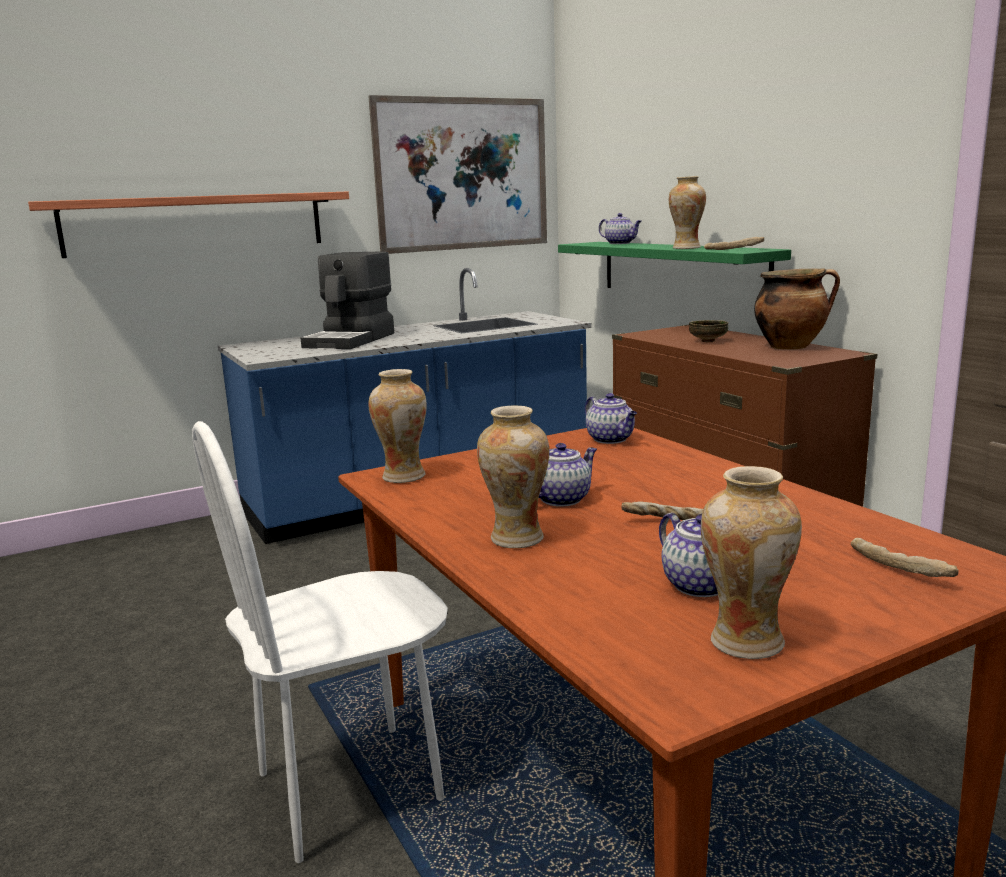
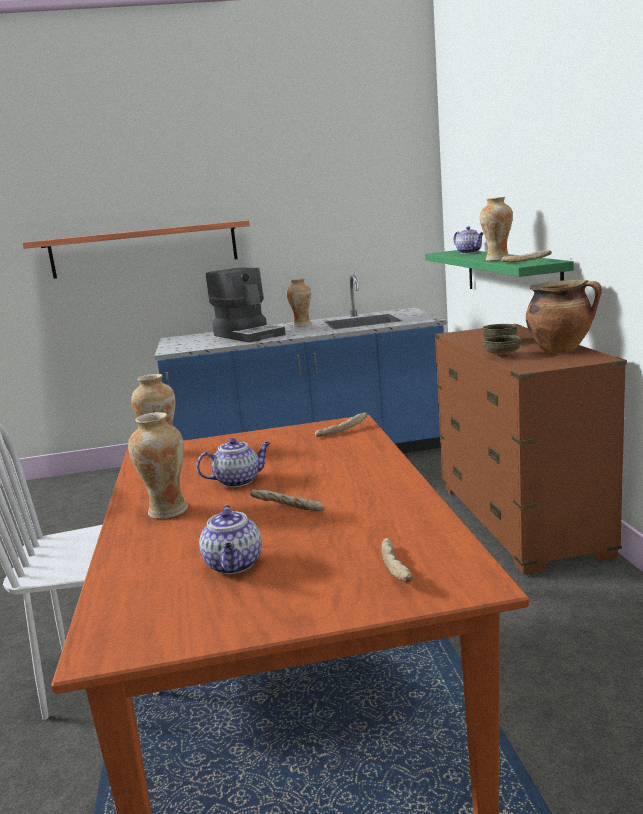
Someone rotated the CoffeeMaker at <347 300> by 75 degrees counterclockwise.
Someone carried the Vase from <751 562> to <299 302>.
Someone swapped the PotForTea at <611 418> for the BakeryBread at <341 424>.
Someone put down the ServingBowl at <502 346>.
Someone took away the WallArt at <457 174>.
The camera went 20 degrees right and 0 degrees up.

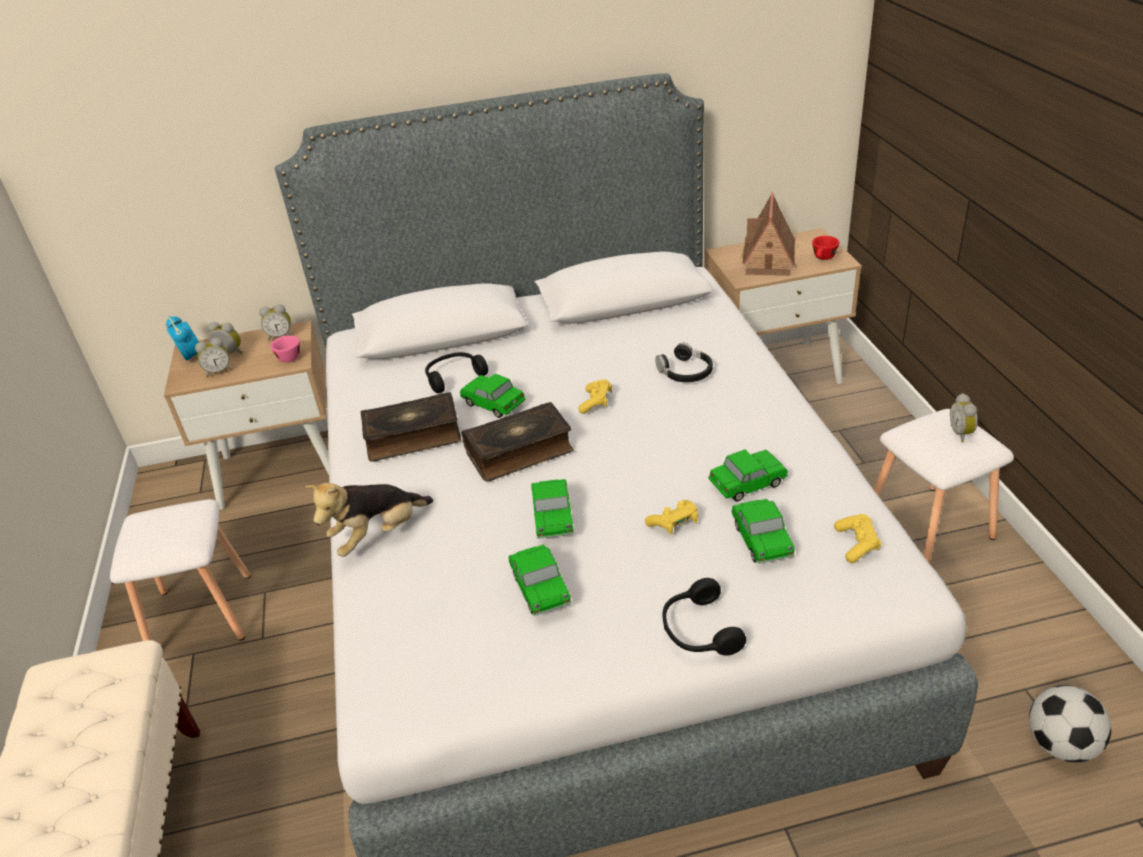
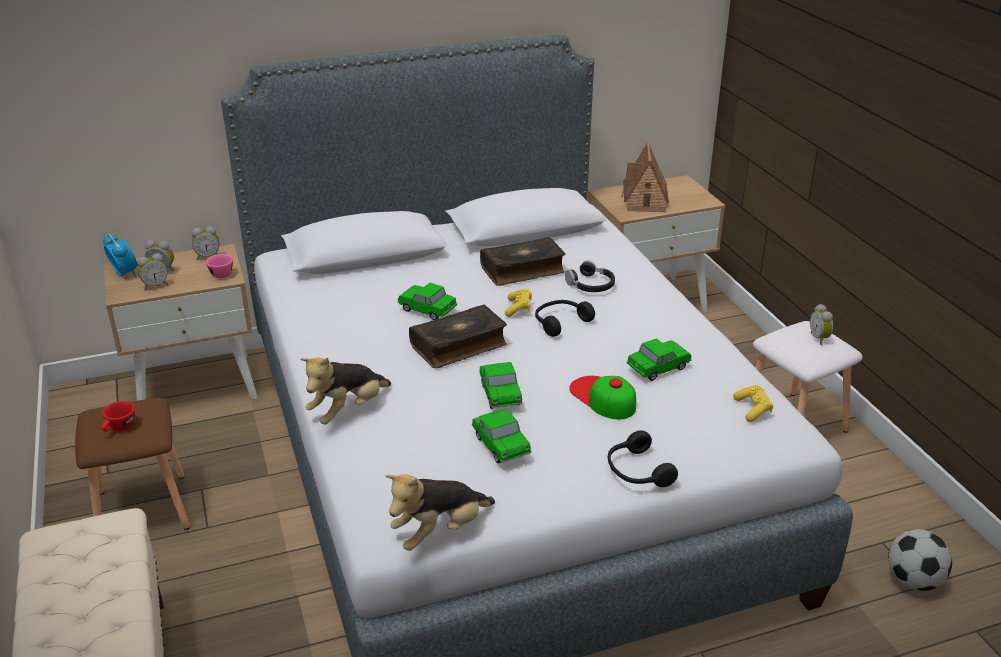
Someone repainted the WhitishStoolSeat at <180 570>, which became the BrownColouredStoolSeat at <132 464>.
Someone carried the RedColouredDrinkingCup from <825 248> to <118 416>.
Someone put down the SoftToy at <440 512>.
Someone carried the Volume from <410 427> to <522 261>.
Someone carried the BlackColouredPairOfHeadphones from <456 372> to <565 318>.
Someone swapped the YellowGamepad at <671 517> for the PeakedCap at <602 397>.
Someone took away the ModelCar at <763 531>.
The camera went 10 degrees left and 5 degrees down.

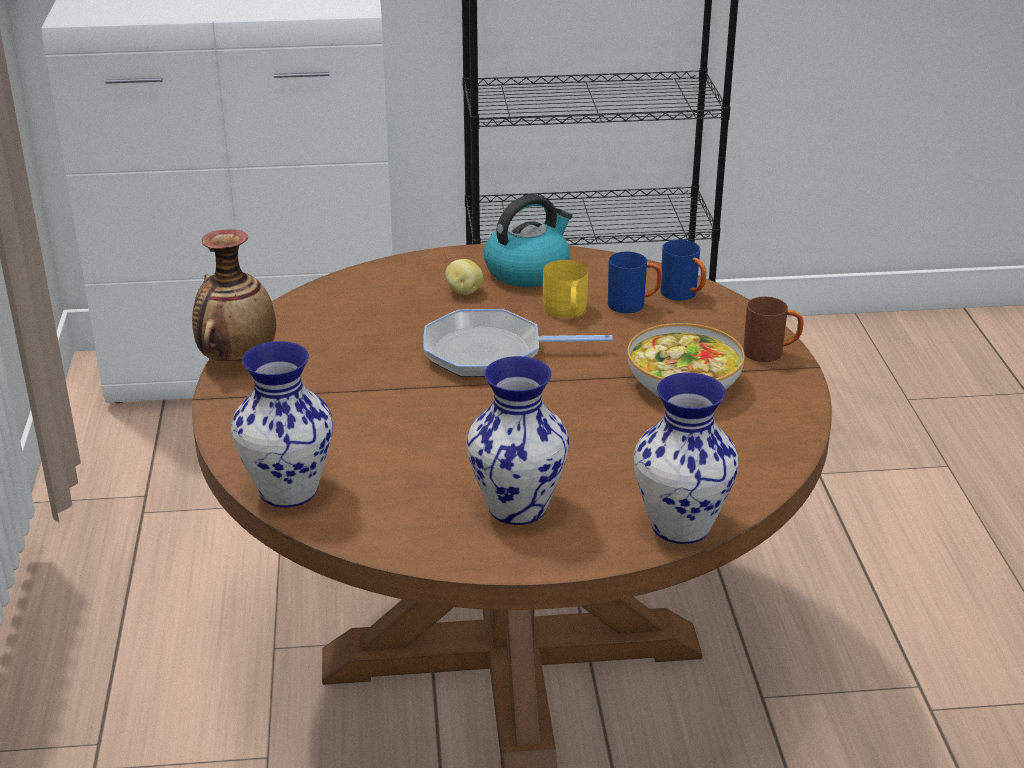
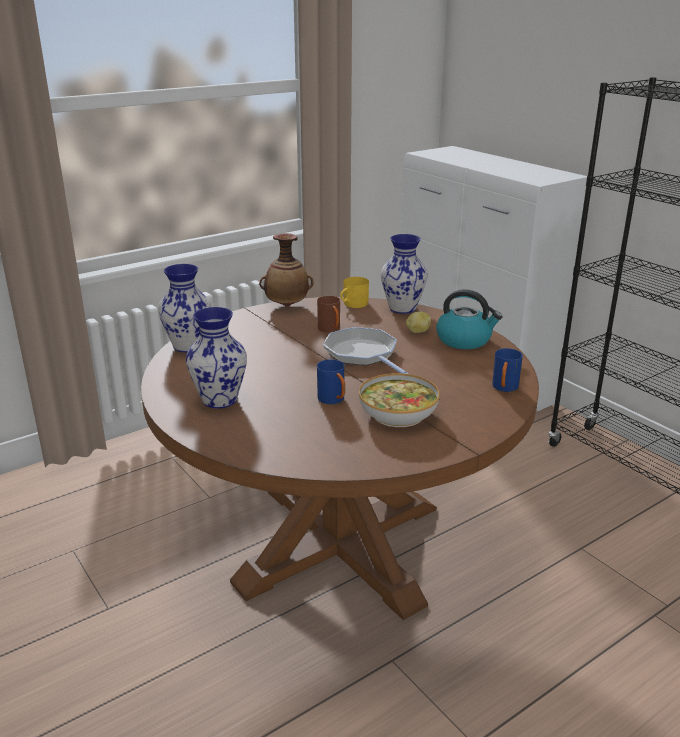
Someone carried the BrownColouredTeaMug from <773 329> to <328 314>.
Someone carried the BluishTeaMug from <635 282> to <331 381>.
Someone carried the YellowTeaMug from <565 289> to <354 292>.
Someone carried the Vase from <686 458> to <404 274>.
The camera went 60 degrees right and 5 degrees down.

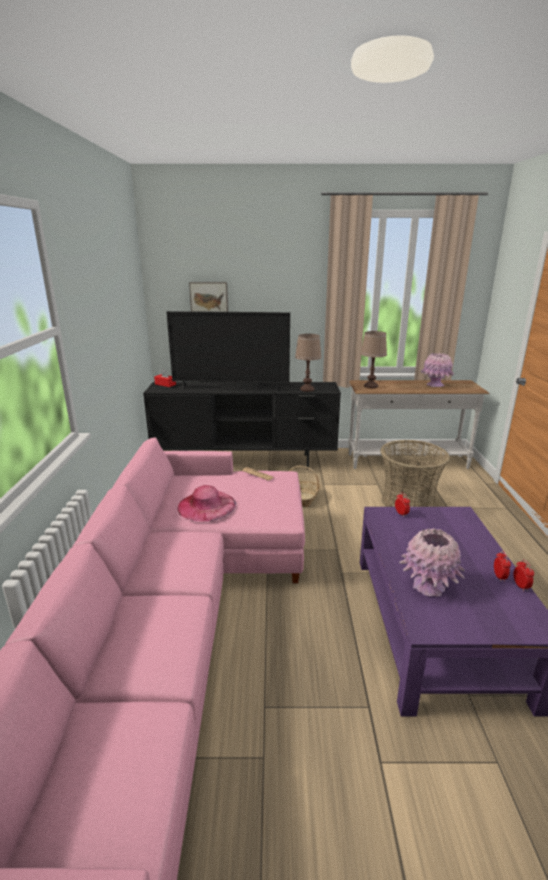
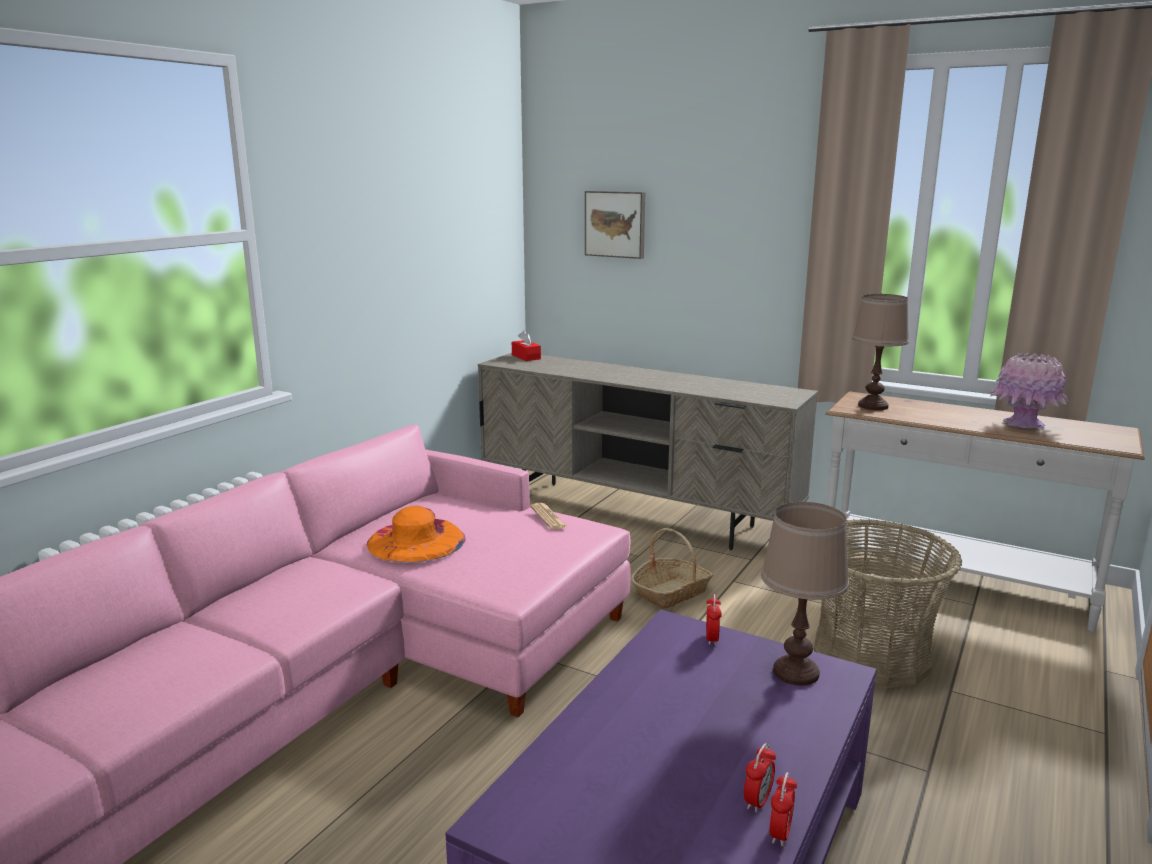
Someone repainted the PinkColouredWearableHat at <207 503>, which became the OrangeColouredWearableHat at <416 534>.
Someone repainted the BlackColouredTvStand at <242 426>, which became the SandColouredTvStand at <648 451>.
Someone carried the BrownColouredLampForATable from <308 363> to <805 594>.
Someone took away the TvSet at <228 351>.
Someone took away the PinkColouredVase at <432 562>.
The camera went 30 degrees right and 5 degrees down.

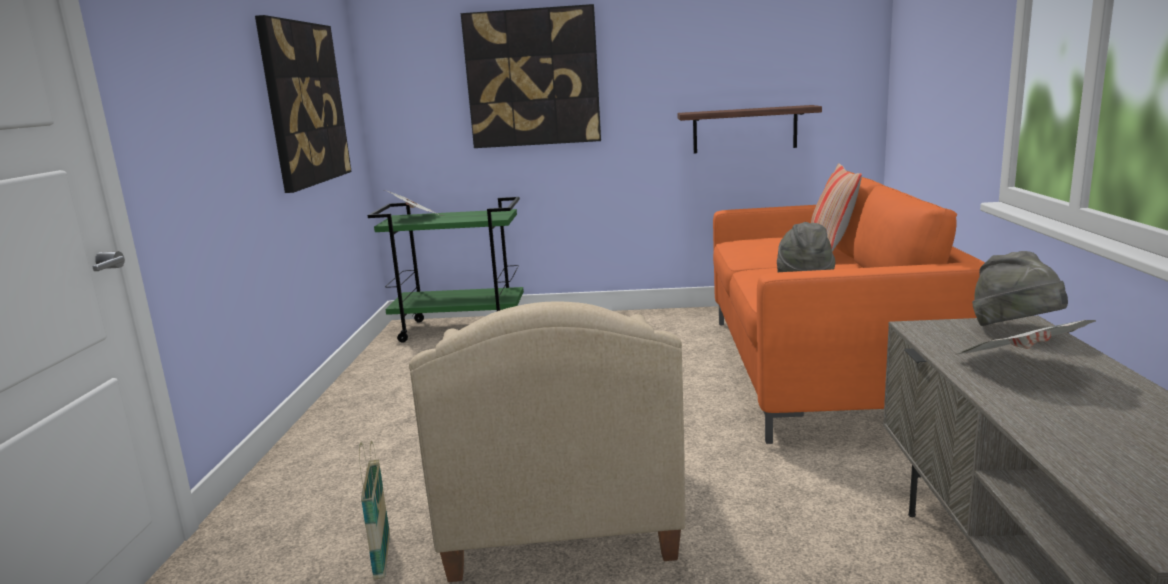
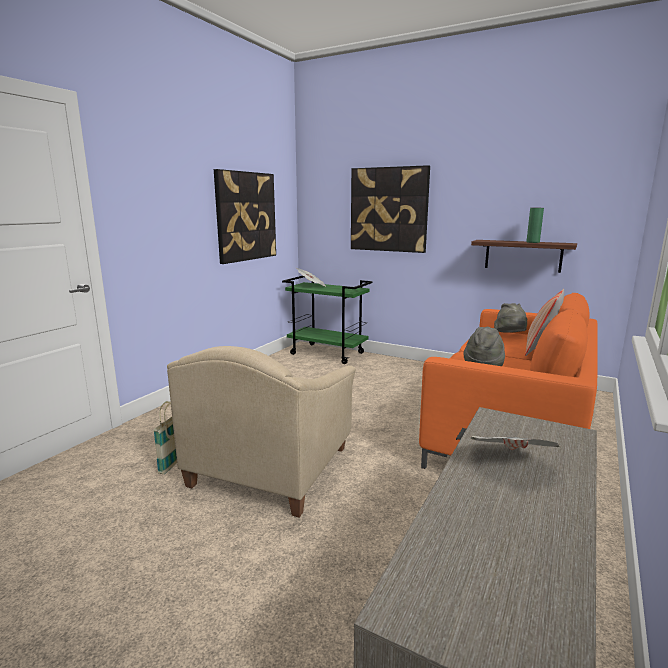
Someone carried the GreyWearableHat from <1020 288> to <510 318>.
Someone put down the GreenishVase at <535 225>.
The camera went 25 degrees right and 0 degrees up.

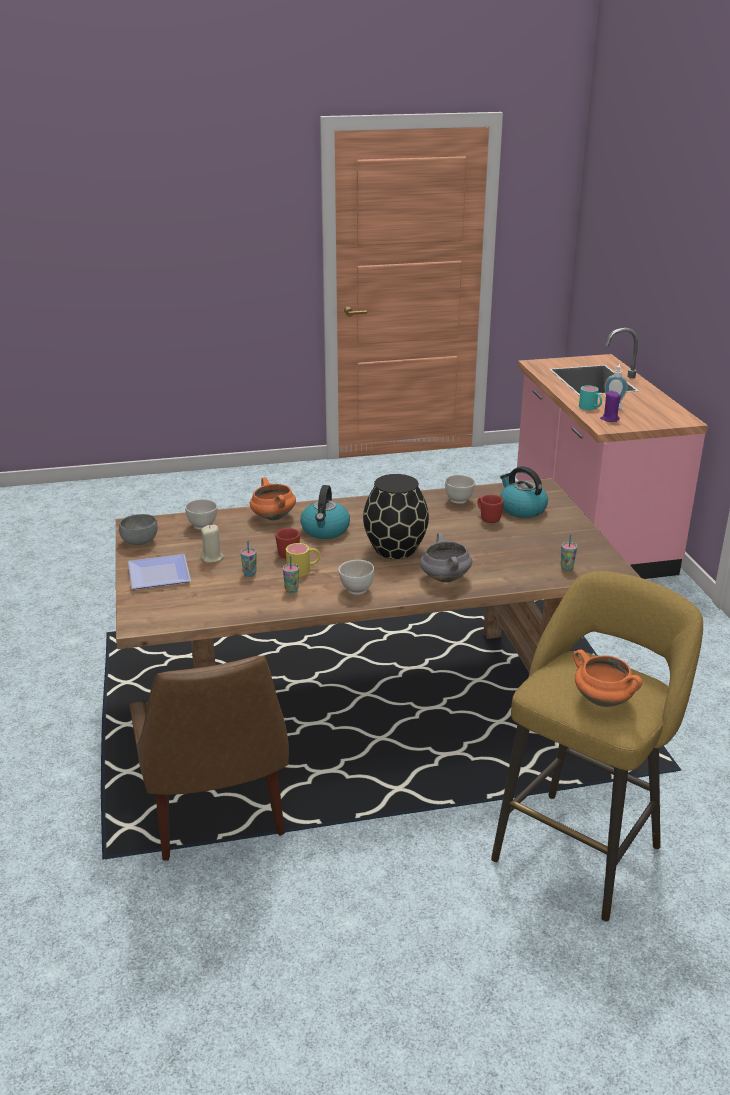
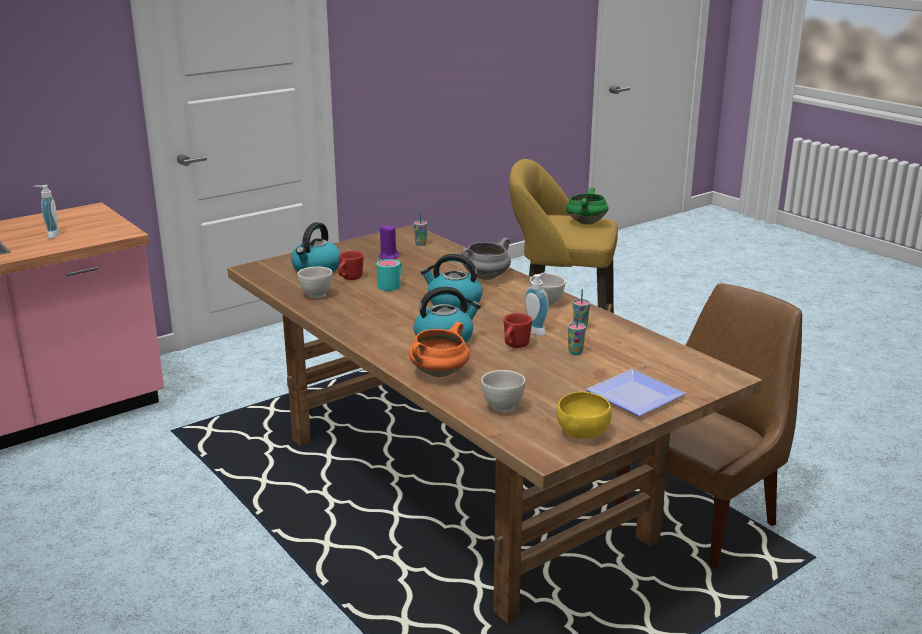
Someone carried the TurquoiseTeaMug from <590 398> to <389 275>.
Someone carried the PurpleColouredWaxCandle from <610 406> to <389 242>.
Someone swapped the BlackColouredVase at <396 516> for the TeaKettle at <452 281>.
Someone swapped the YellowTeaMug at <303 560> for the LiquidSoapBottle at <536 304>.
Someone repainted the GreyServingBowl at <138 529>, which became the YellowServingBowl at <584 415>.
Someone repainted the OrangeColouredStockpot at <607 678>, which became the GreenishStockpot at <587 206>.
Someone took away the SandColouredWaxCandle at <212 543>.
The camera went 115 degrees left and 5 degrees down.

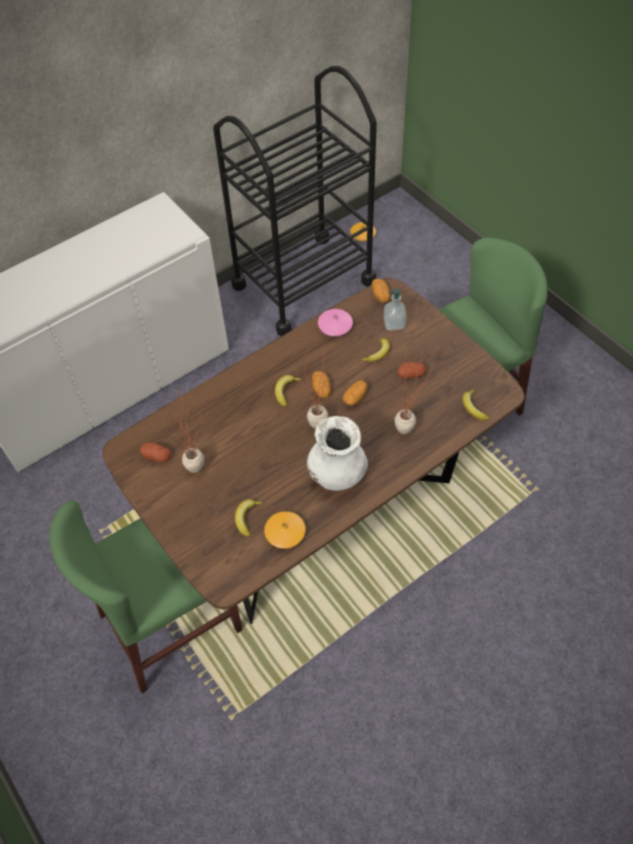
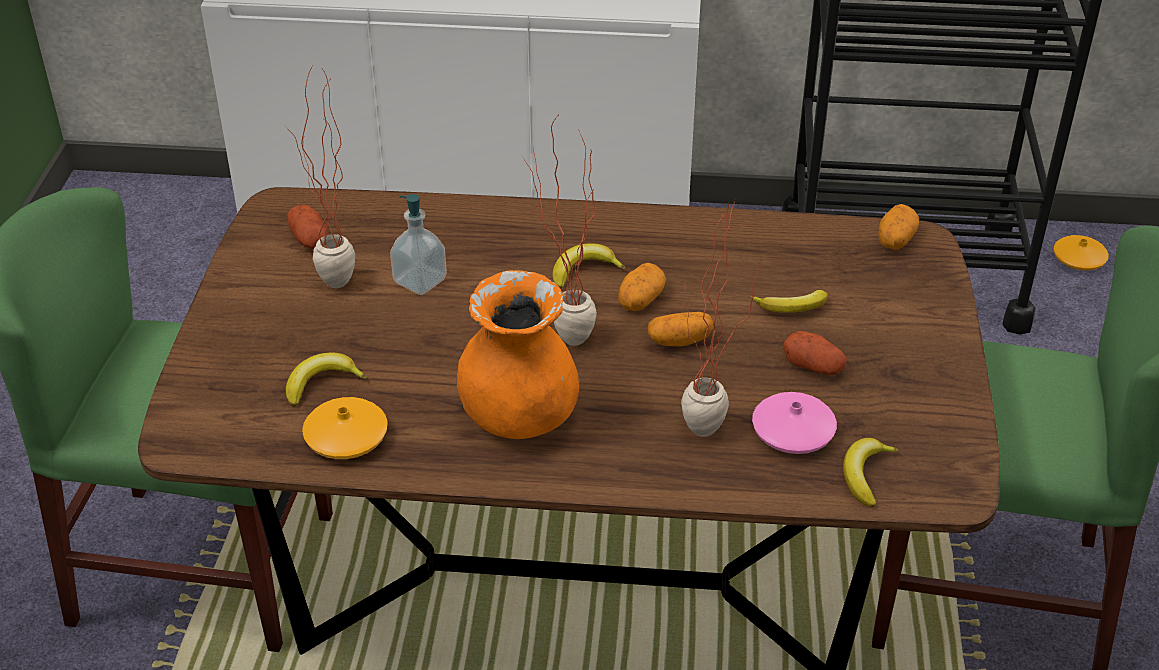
Someone carried the LiquidSoapBottle from <395 310> to <418 244>.
Someone repainted the WhitishVase at <337 453>, which became the OrangeColouredVase at <518 354>.
Someone carried the PinkColouredVase from <335 323> to <794 423>.
The camera went 40 degrees right and 15 degrees down.

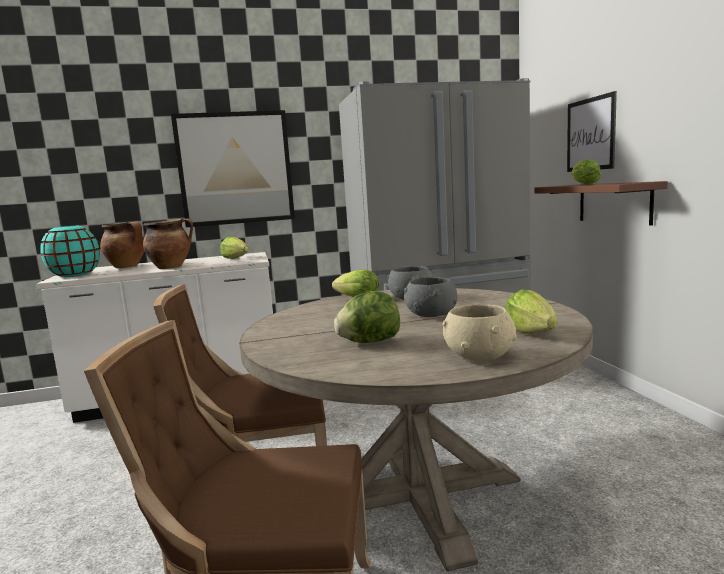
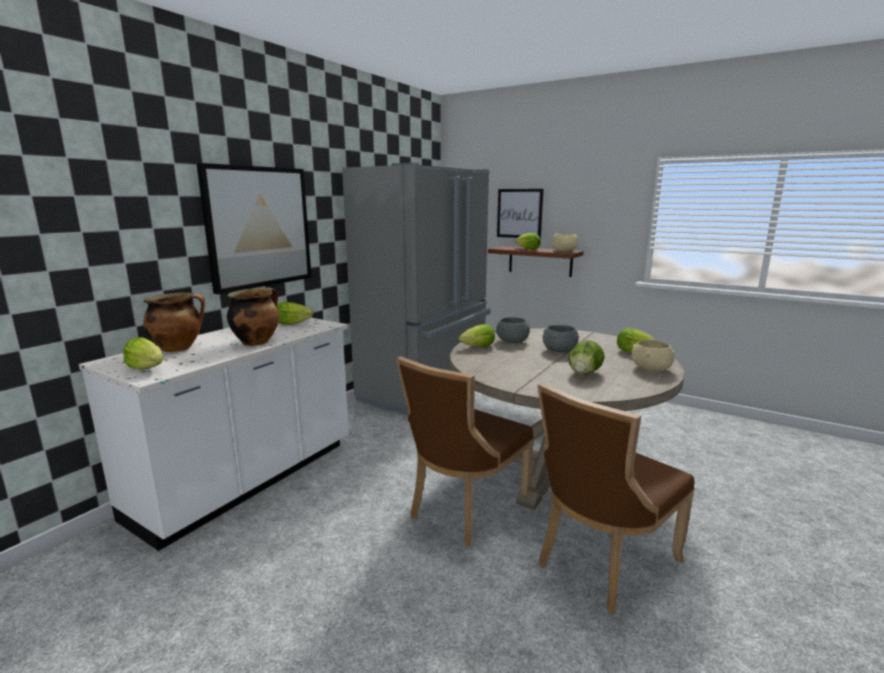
Someone swapped the TurquoiseVase at <70 251> for the LettuceHead at <143 353>.
Someone put down the SandColouredServingBowl at <565 242>.
The camera went 45 degrees left and 5 degrees up.

